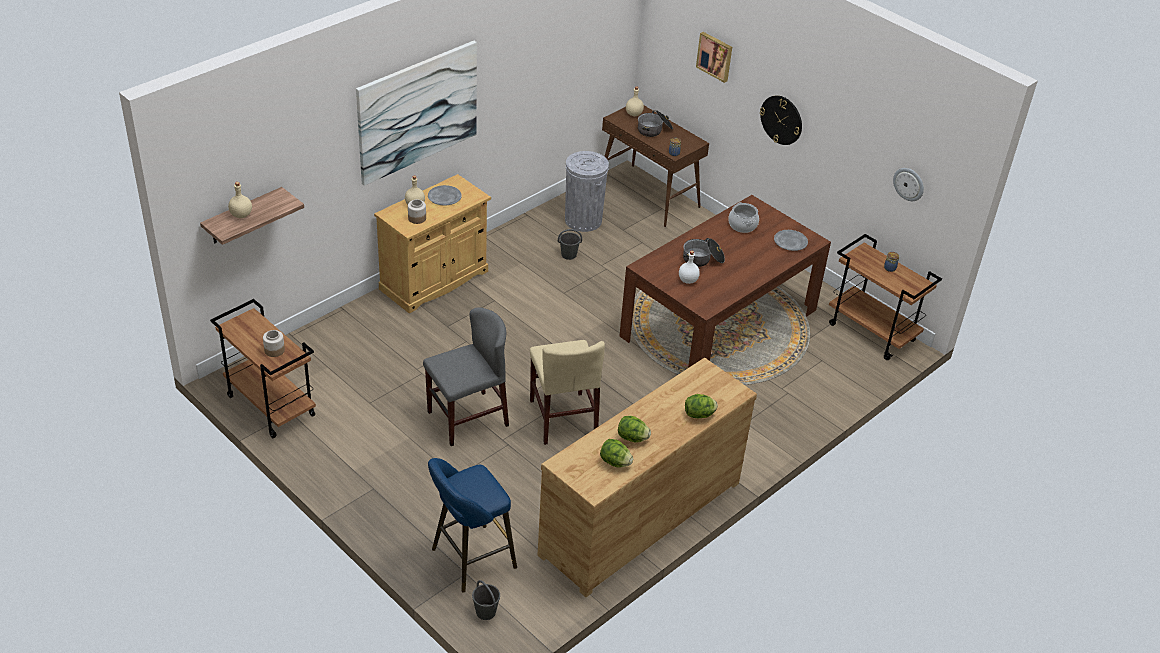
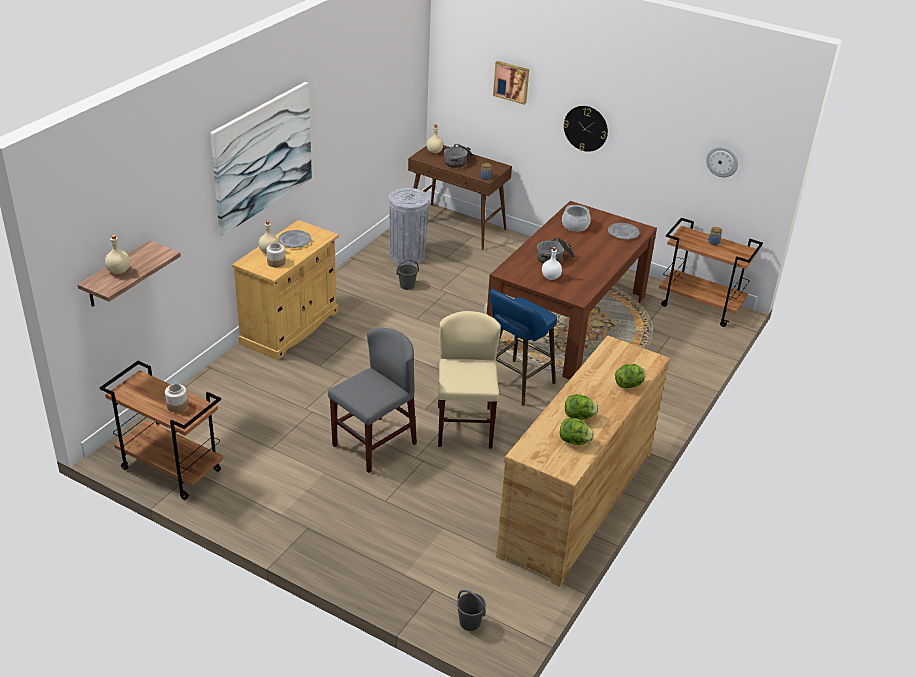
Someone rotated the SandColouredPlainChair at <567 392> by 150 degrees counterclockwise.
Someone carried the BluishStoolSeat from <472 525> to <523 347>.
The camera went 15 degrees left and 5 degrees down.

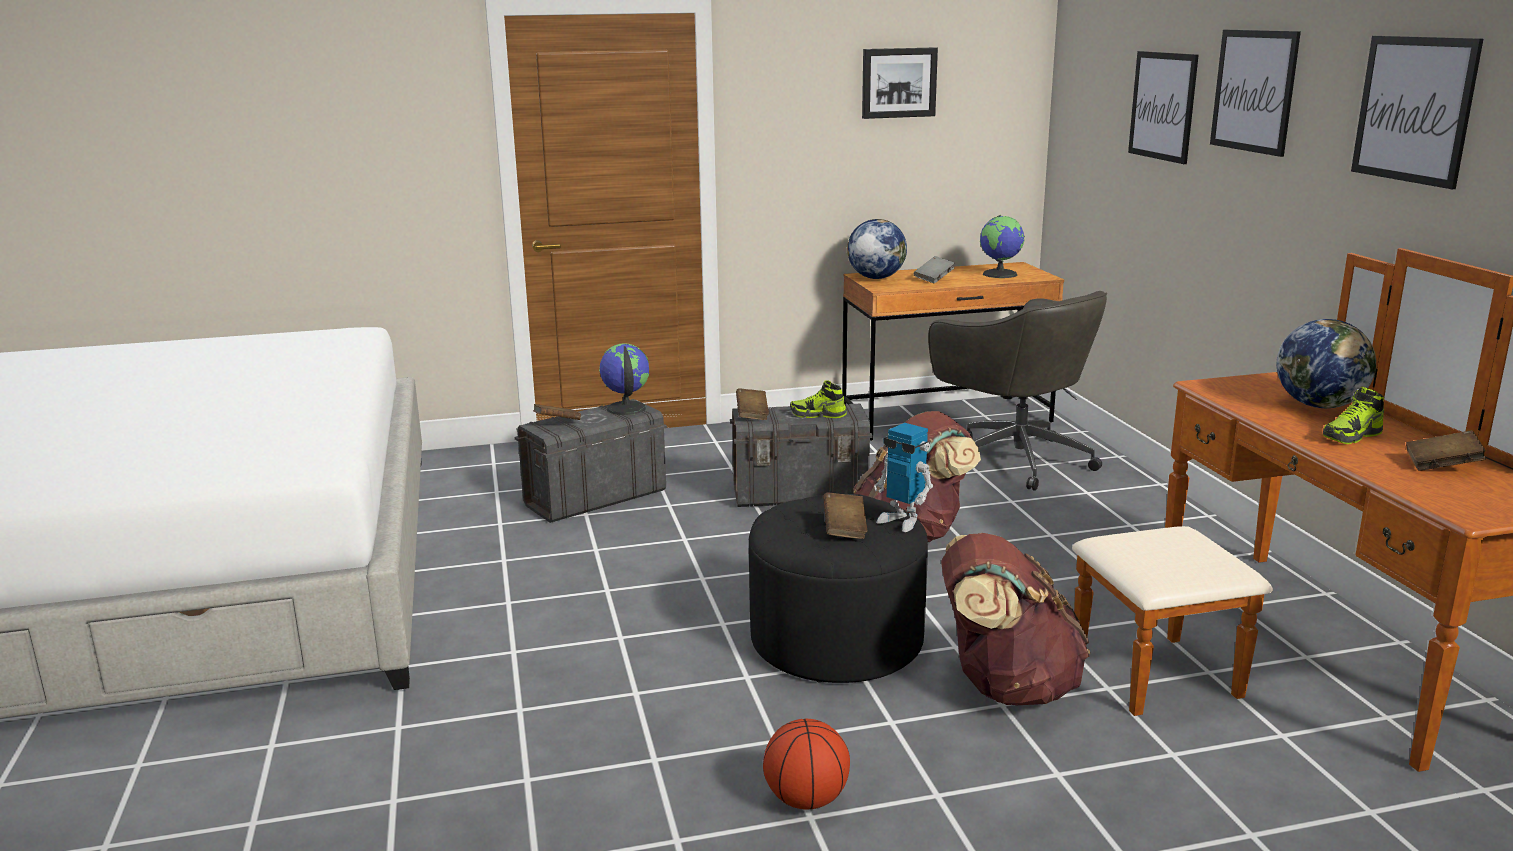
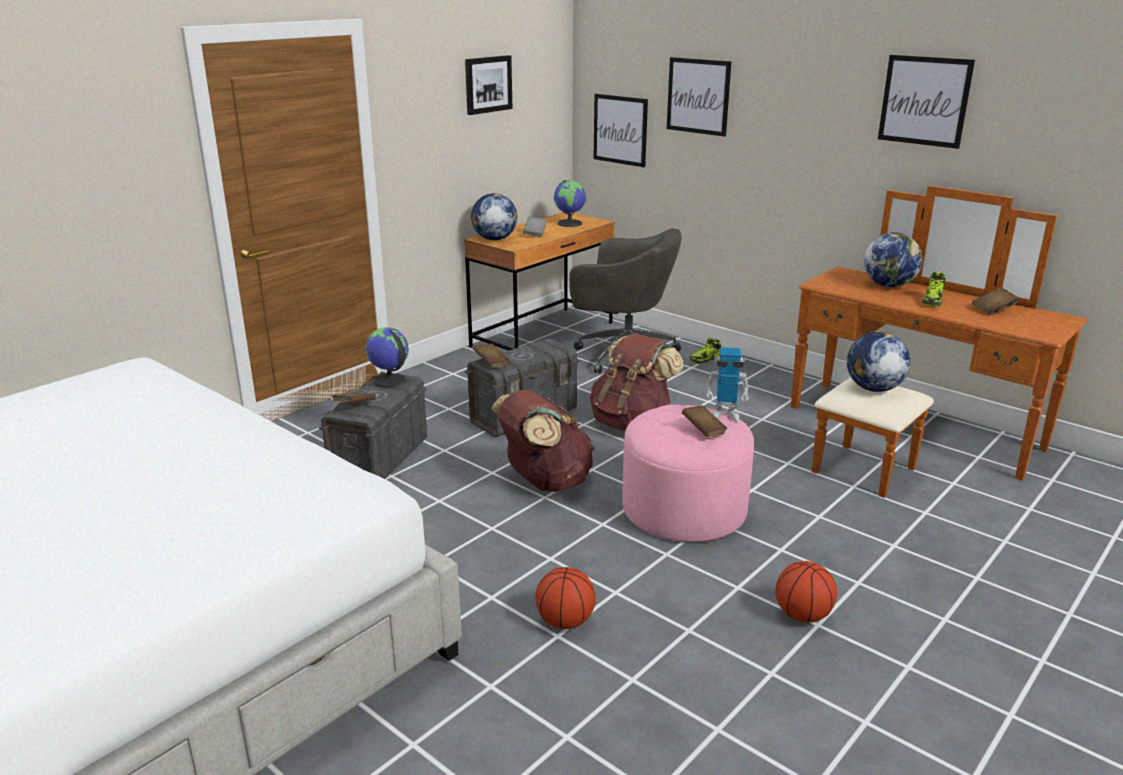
Someone carried the BrownColouredBackpack from <1015 619> to <543 441>.
Someone put down the BallForBasketball at <566 598>.
Someone carried the WallArt from <1255 93> to <620 130>.
Someone repainted the BlackColouredOttoman at <838 588>, which became the PinkColouredOttoman at <688 473>.
Someone carried the ItemOfFootwear from <818 399> to <705 350>.
Someone put down the WorldGlobe at <879 362>.
The camera went 35 degrees left and 5 degrees up.

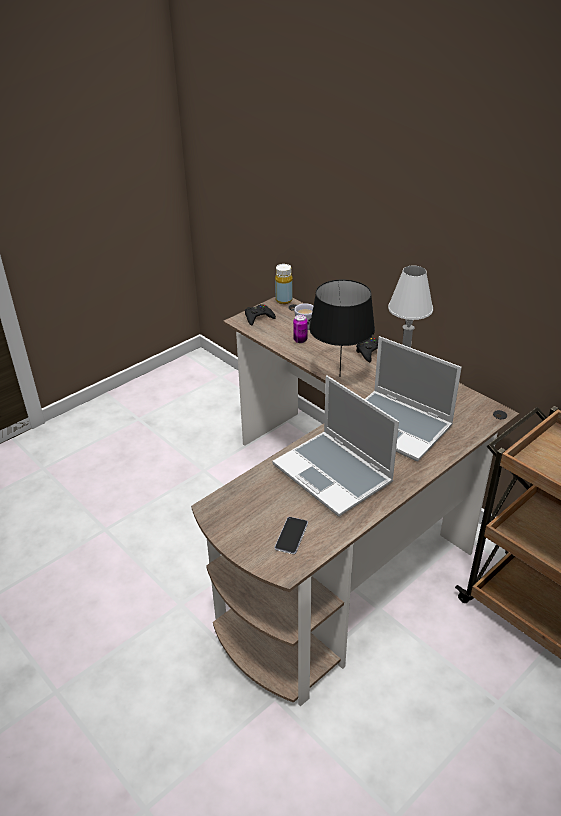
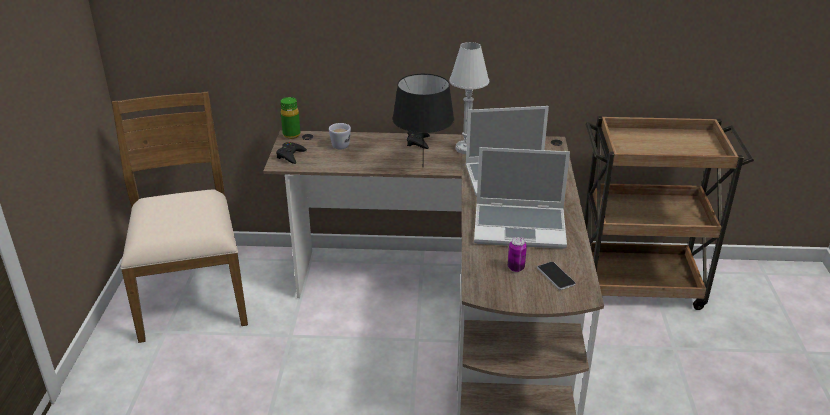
Someone put down the BrownColouredPlainChair at <180 217>.
Someone repainted the YellowBeverageBottle at <284 284>, which became the GreenishBeverageBottle at <291 118>.
Someone carried the SealedCan from <300 329> to <517 254>.
The camera went 45 degrees left and 5 degrees down.

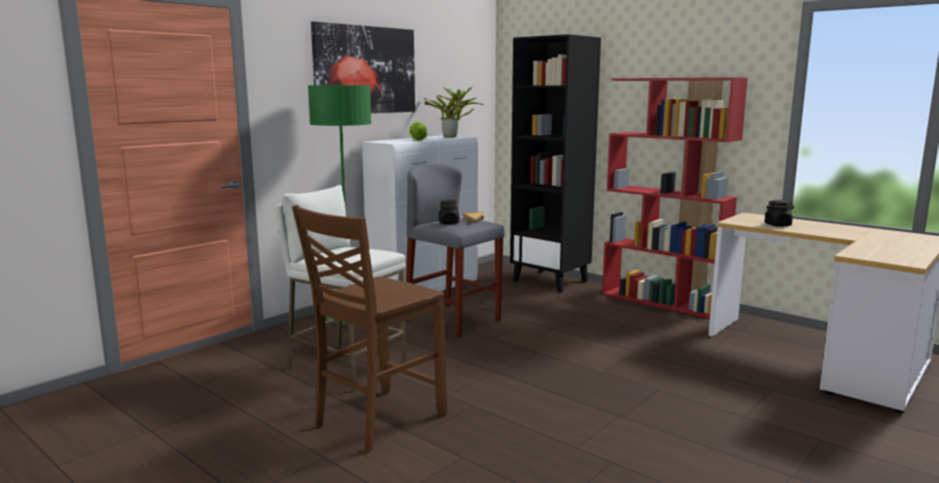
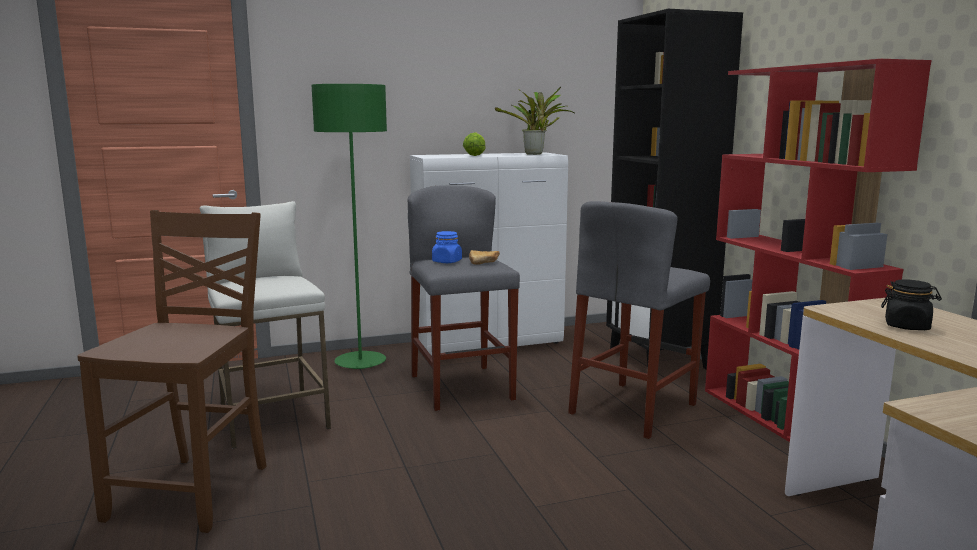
Someone rotated the BrownColouredPlainChair at <369 329> by 120 degrees clockwise.
Someone repainted the BlackColouredJar at <449 212>, which became the BluishJar at <447 247>.
Someone put down the GreyStoolSeat at <639 320>.
Someone took away the WallArt at <363 67>.
The camera went 30 degrees right and 0 degrees up.

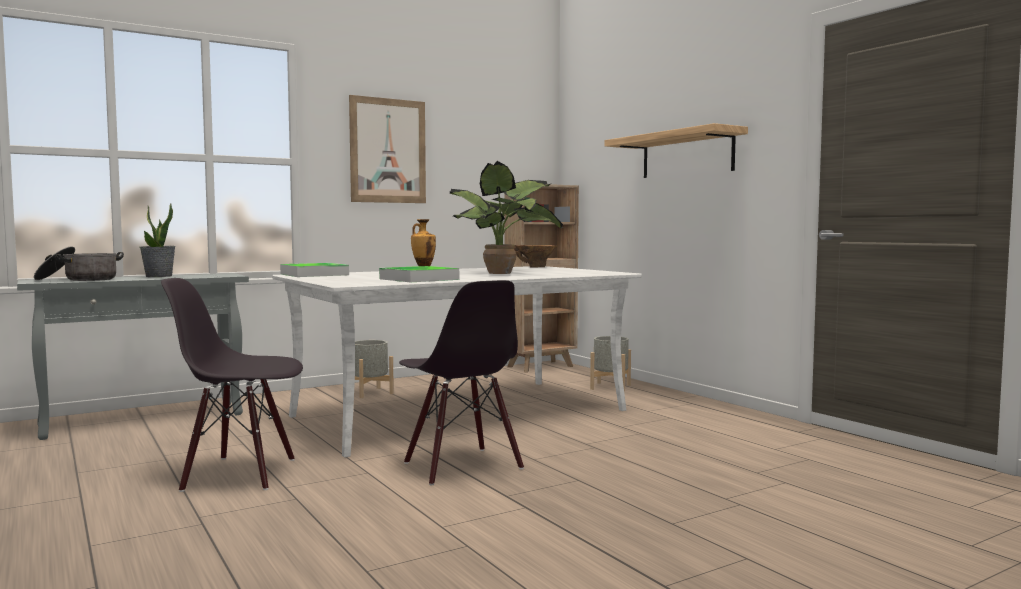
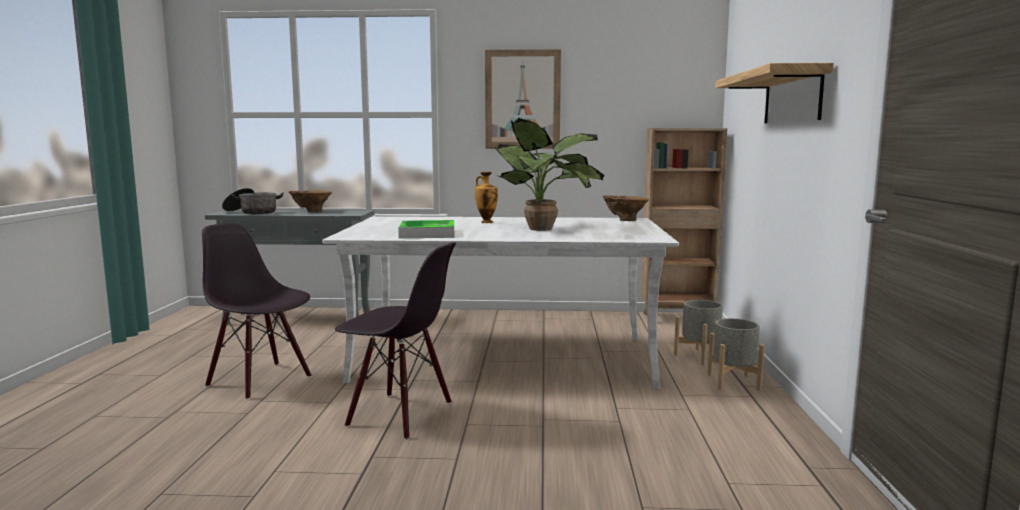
Someone swapped the PottedPlant at <158 240> for the BrownColouredVase at <310 201>.
Someone rotated the BlackColouredPlainChair at <461 382> by 75 degrees counterclockwise.
Someone carried the GreyFlowerPot from <374 369> to <736 354>.
Someone took away the Tray at <314 270>.
The camera went 35 degrees right and 5 degrees up.

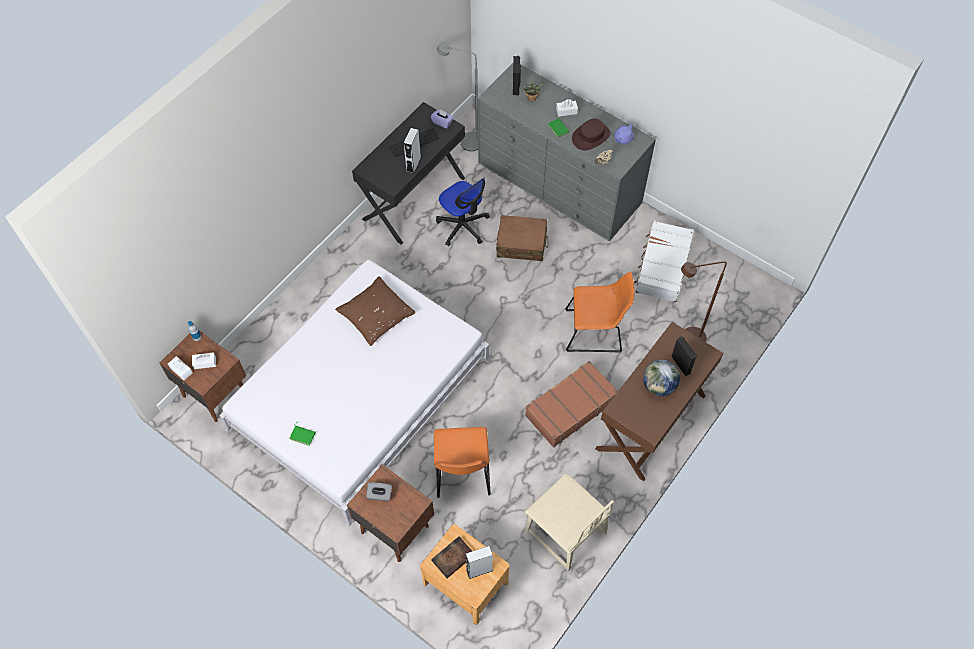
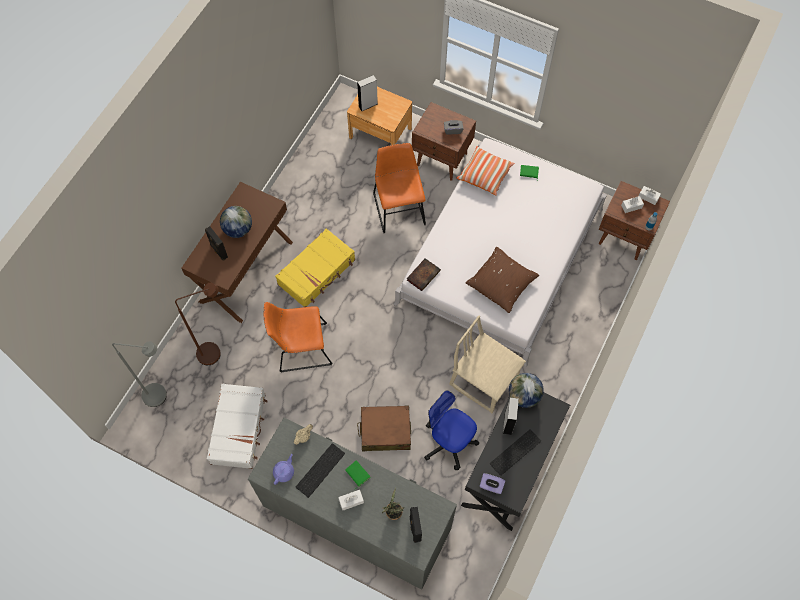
Someone carried the GreyFloorLamp from <457 96> to <139 374>.
Someone repainted the BrownColouredPieceOfLuggage at <571 404>, which became the YellowPieceOfLuggage at <315 267>.
Someone swapped the BrownColouredWearableHat at <591 134> for the ComputerKeyboard at <320 470>.
Someone carried the Volume from <451 557> to <424 274>.
Someone carried the SandColouredPlainChair from <569 522> to <487 364>.
Someone put down the Pillow at <485 170>.
Someone put down the WorldGlobe at <526 390>.
The camera went 170 degrees right and 5 degrees up.

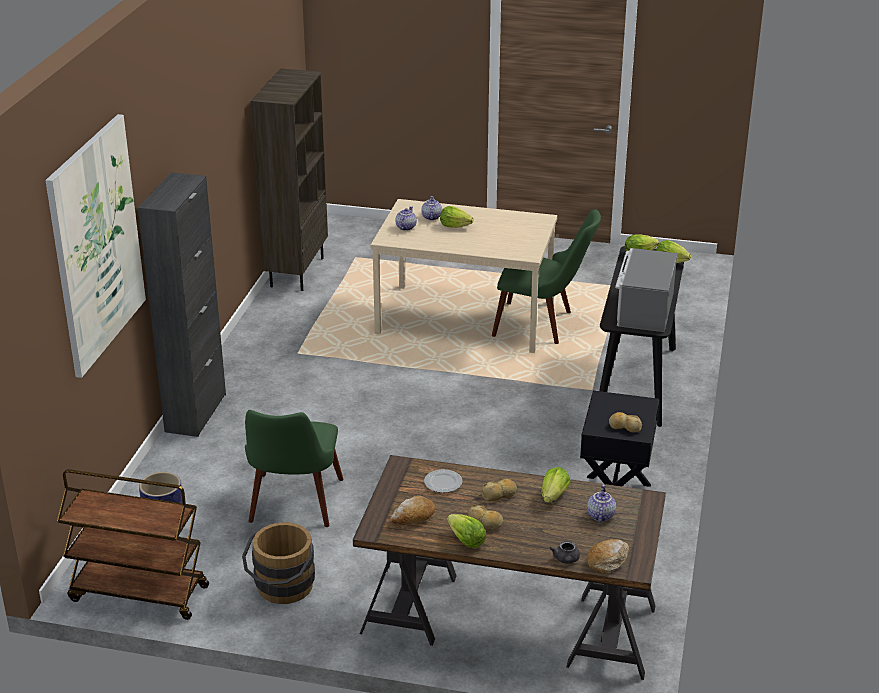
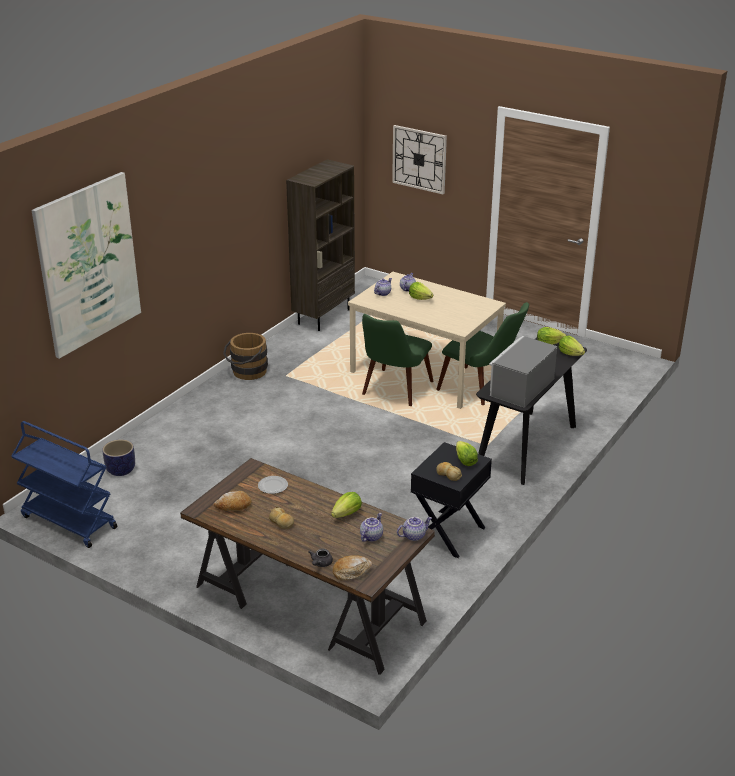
Someone repainted the BrownColouredWheeledCart at <133 544>, which became the BluishWheeledCart at <64 484>.
Someone carried the BrownColouredPail from <278 563> to <245 356>.
Someone carried the GreenishPlainChair from <294 468> to <398 360>.
Someone put up the ClockOnTheWall at <419 159>.
Someone put down the PotForTea at <414 529>.
Someone carried the LettuceHead from <466 531> to <467 453>.
Someone took away the BlackColouredCabinet at <182 304>.
Someone took away the BakeryBread at <499 490>.
The camera went 20 degrees right and 0 degrees up.

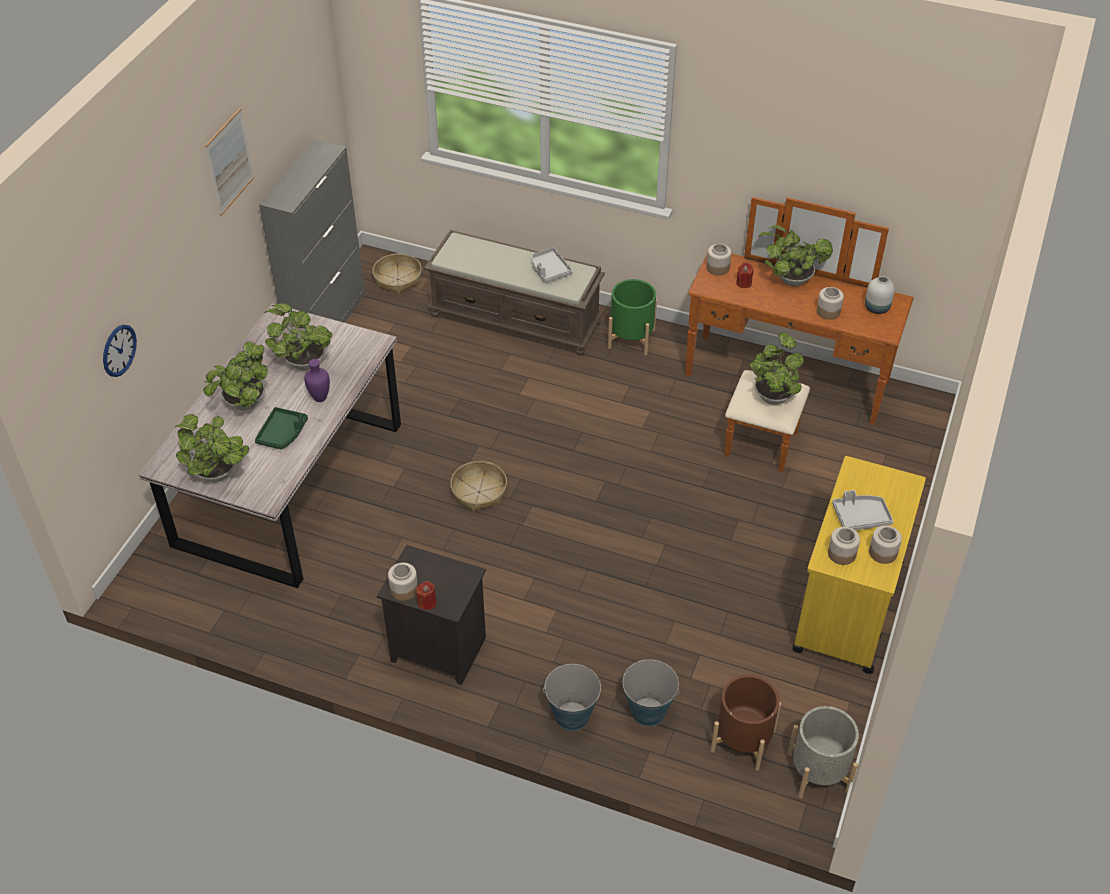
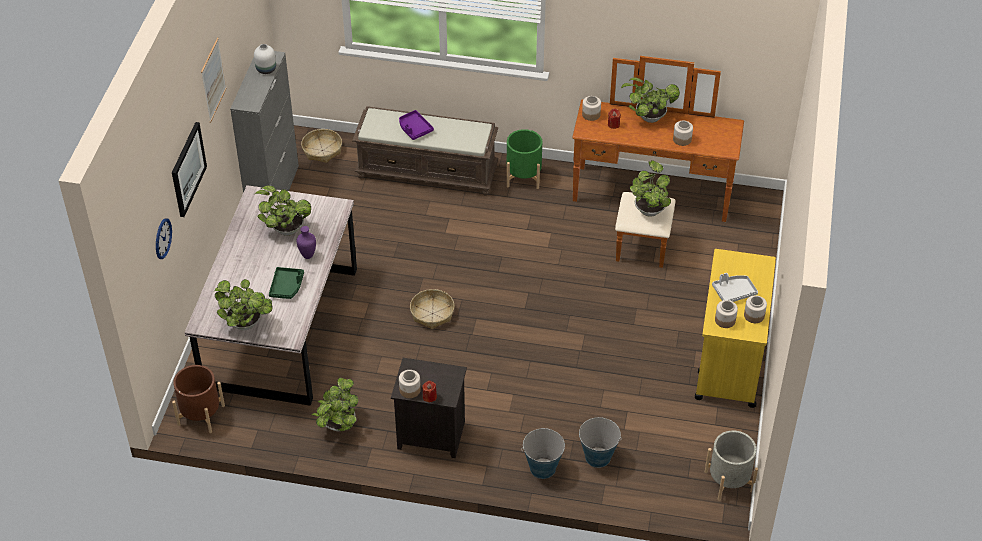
Someone put up the WallArt at <189 169>.
Someone carried the BrownColouredFlowerPot from <745 723> to <198 399>.
Someone carried the WhitishVase from <880 295> to <265 59>.
Someone carried the PottedPlant from <235 376> to <335 404>.
Someone put down the PurpleColouredTray at <416 125>.
Someone took away the GreyTray at <552 265>.
The camera went 10 degrees left and 0 degrees up.

